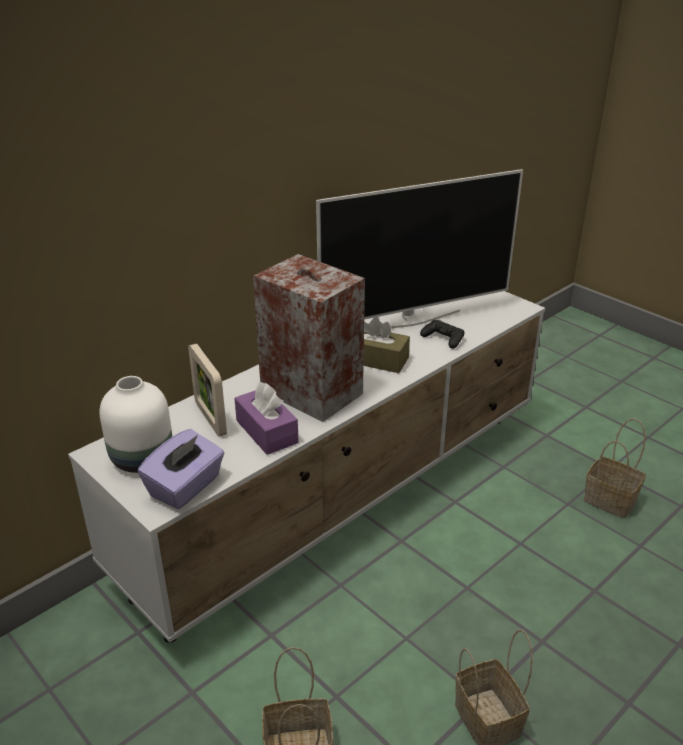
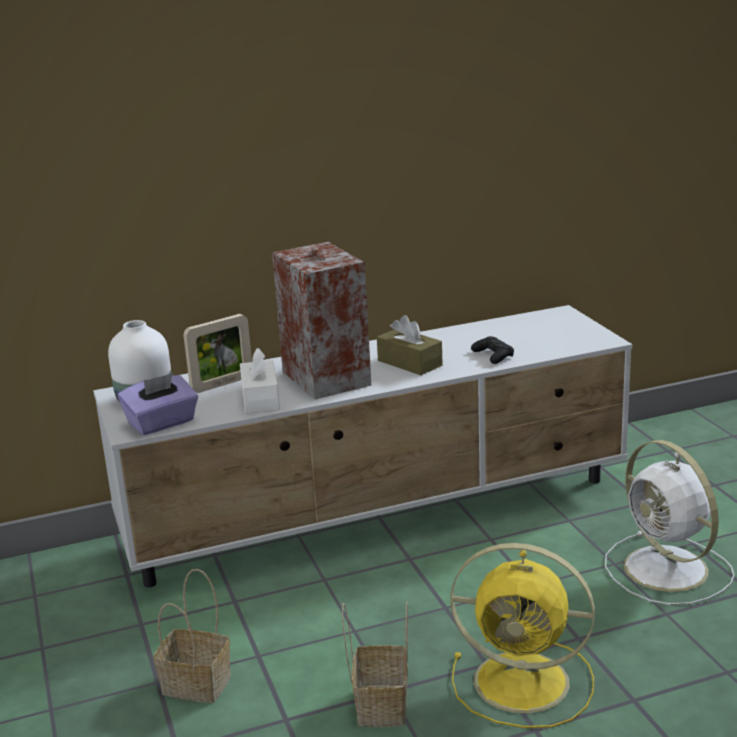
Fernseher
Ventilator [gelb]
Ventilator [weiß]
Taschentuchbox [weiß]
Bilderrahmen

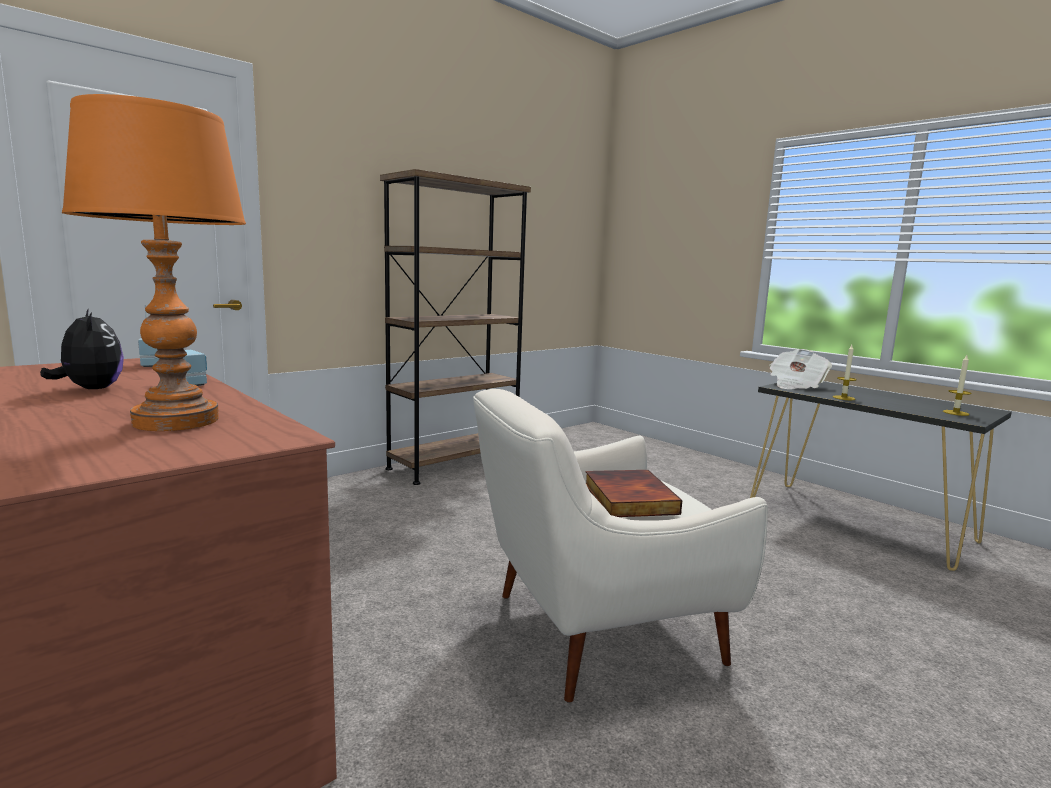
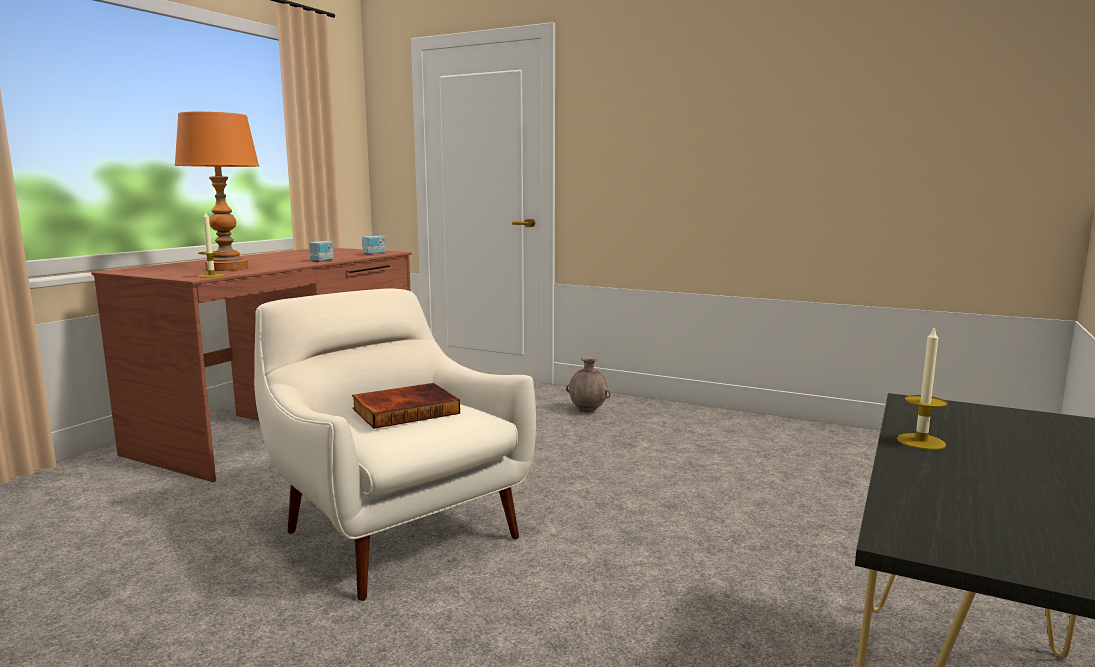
Plüschtier
Bücherregal [braun]
Zeitung
Vase [braun]
Kerze (1st from left)

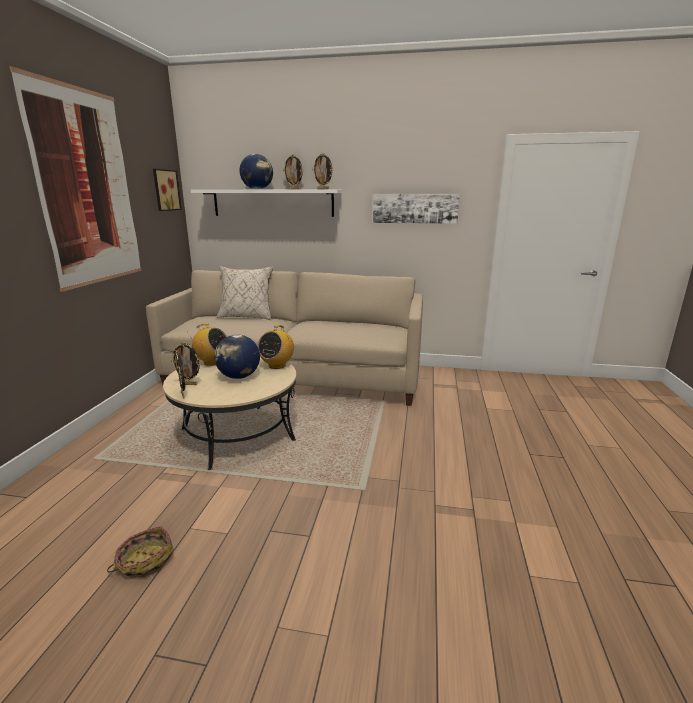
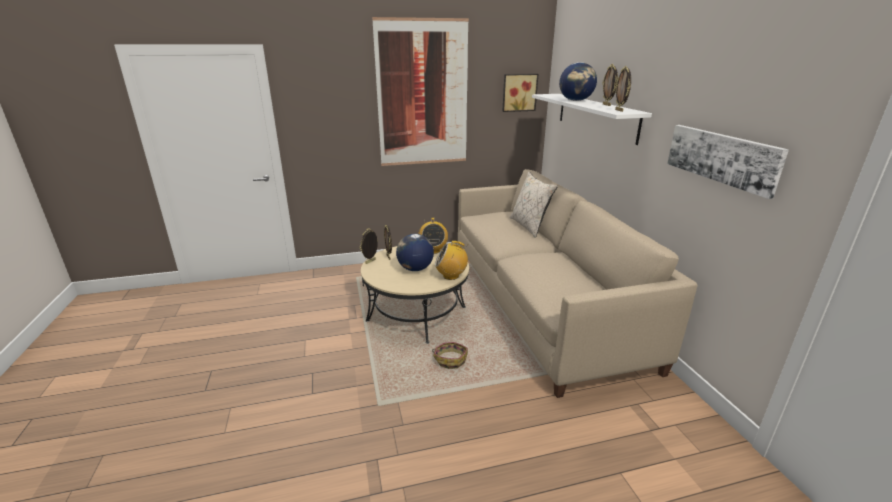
Korb

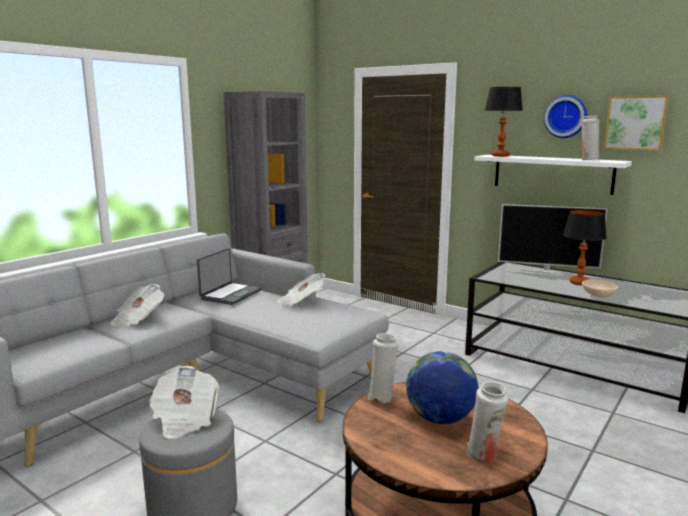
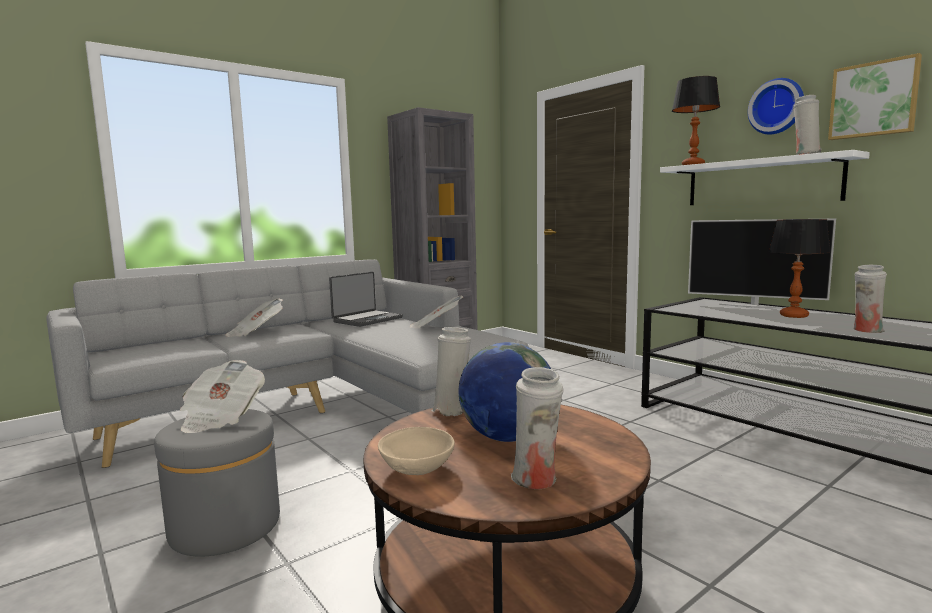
Vase [weiß] (4th from left)
Schüssel [beige]

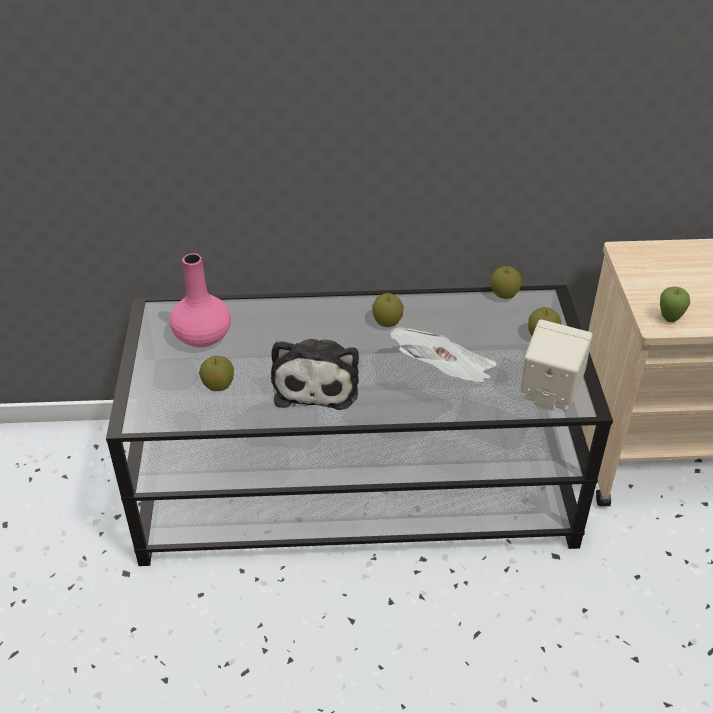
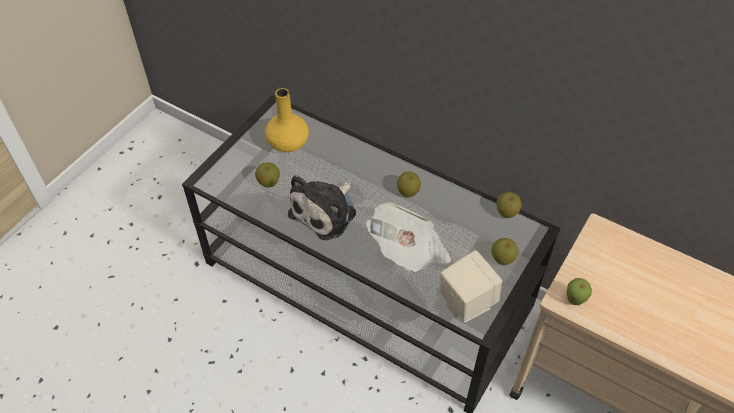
Vase [gelb]

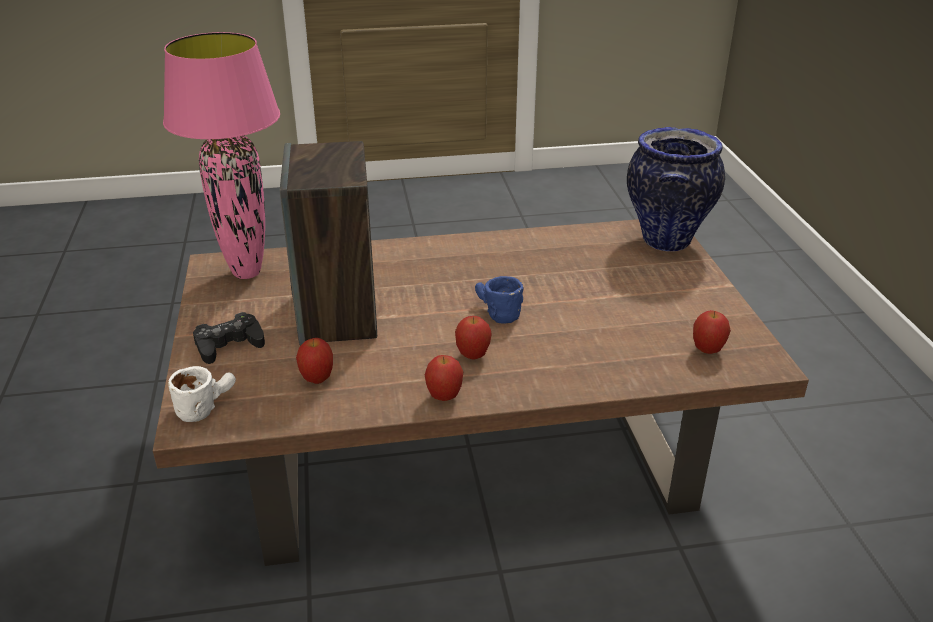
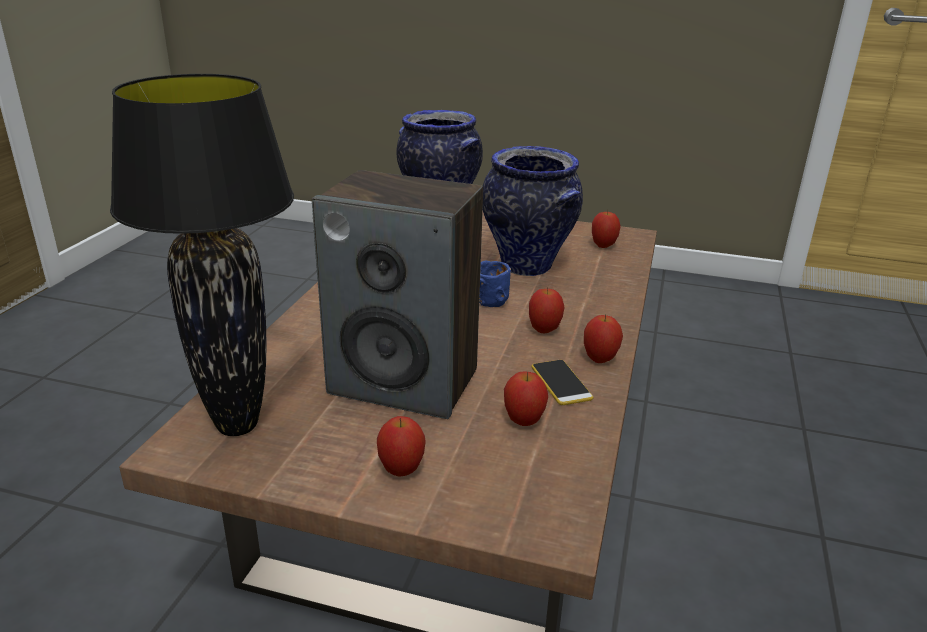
Henkelbecher [weiß]
Vase (2nd from left)
Handy
Apfel (1st from left)
Tischlampe [schwarz]

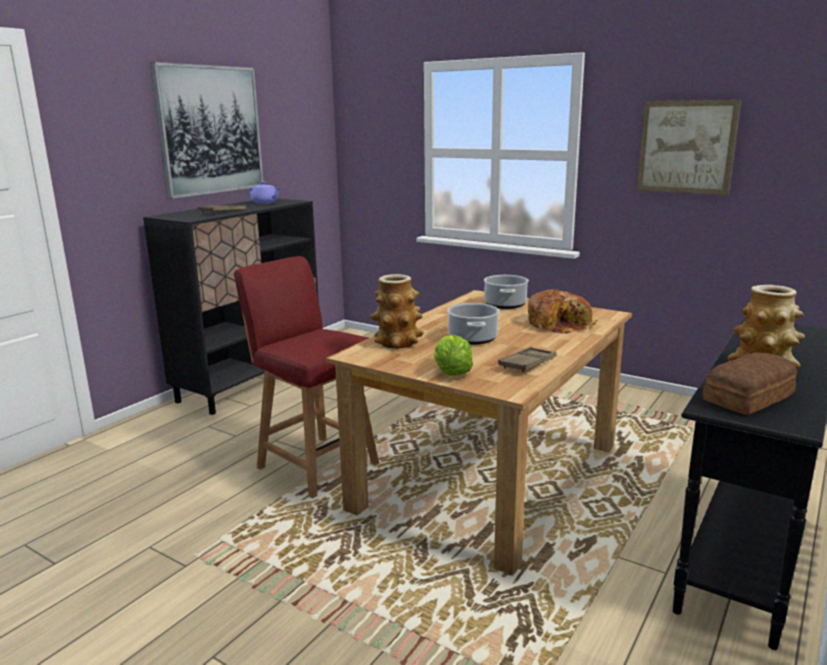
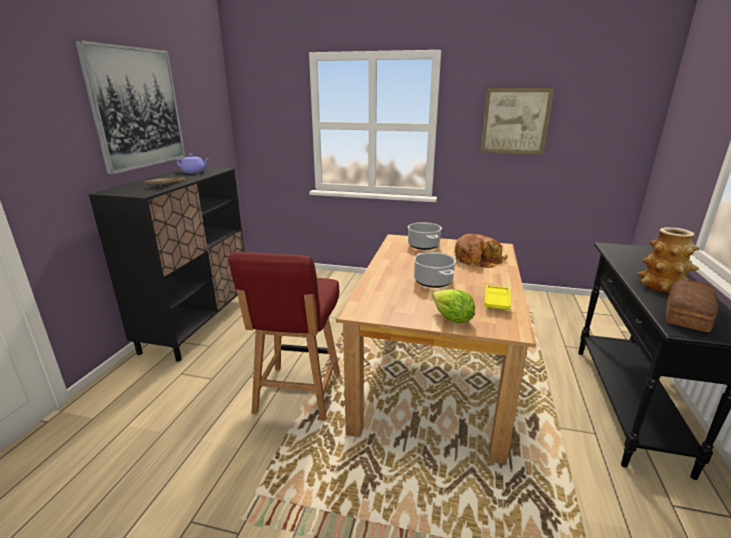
Vase (1st from left in the first image)
Tablett [gelb]
Stuhl [rot]

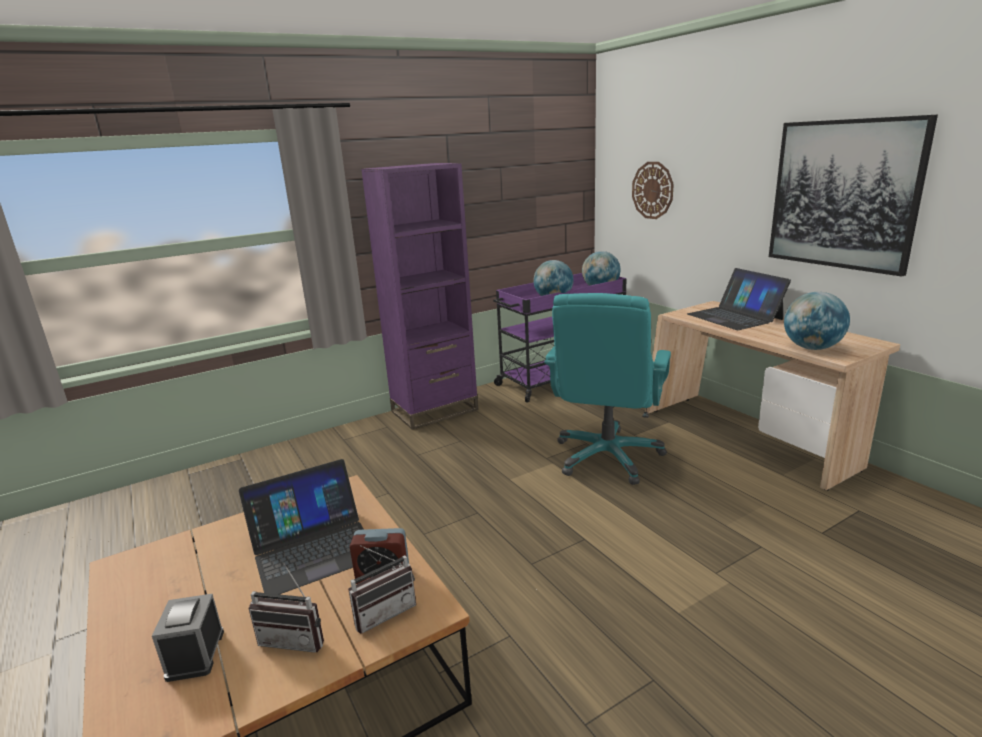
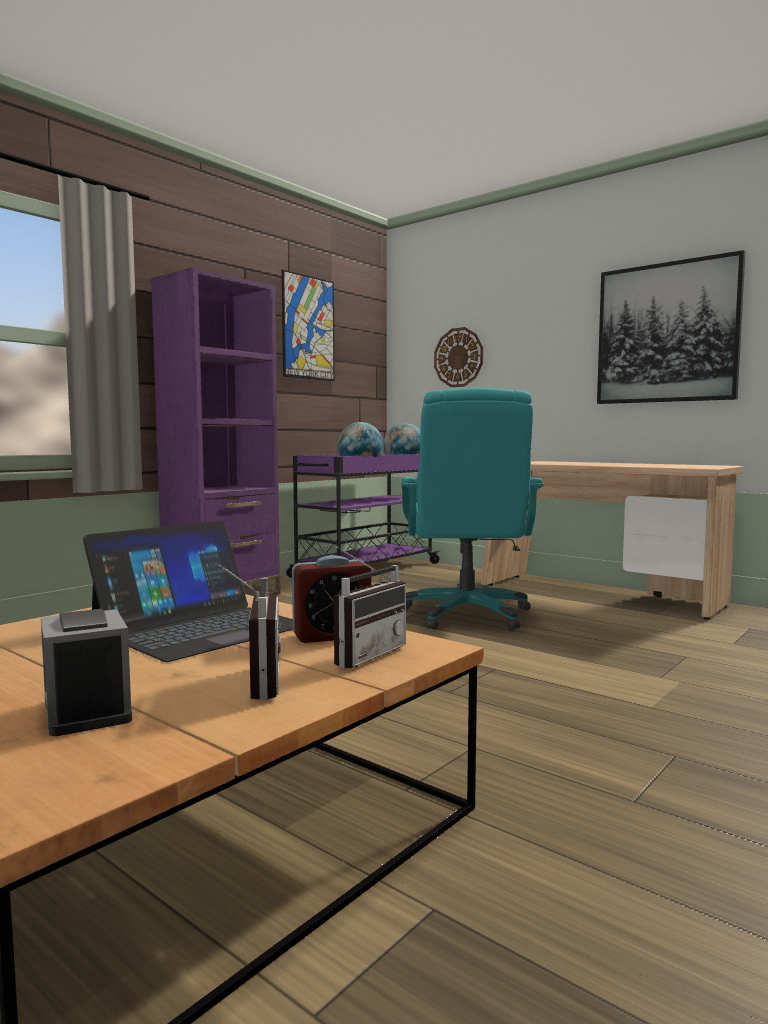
Laptop (2nd from left in the first image)
Globus (3rd from left in the first image)
Bild (1st from left)
Radio (1st from left)

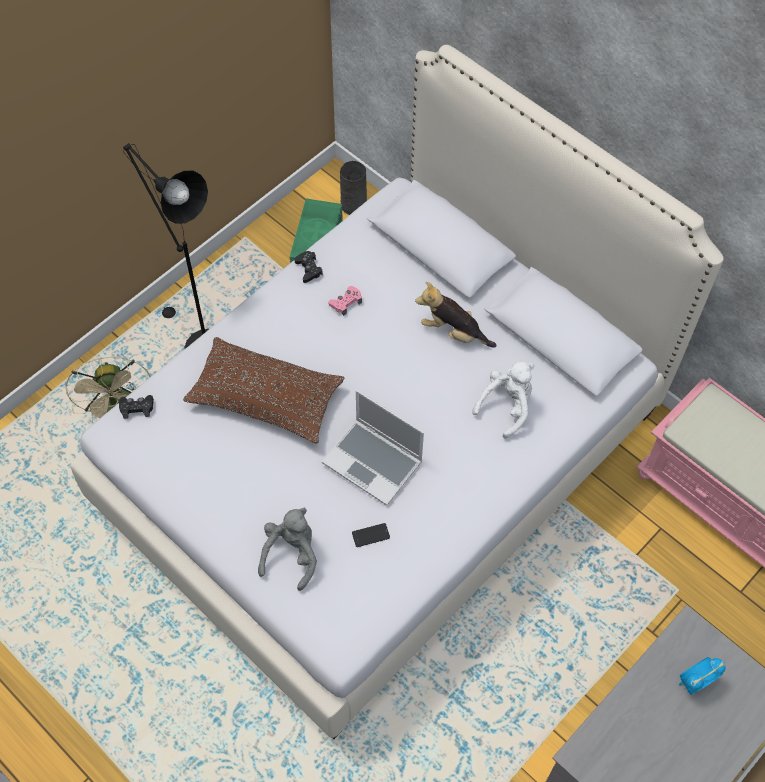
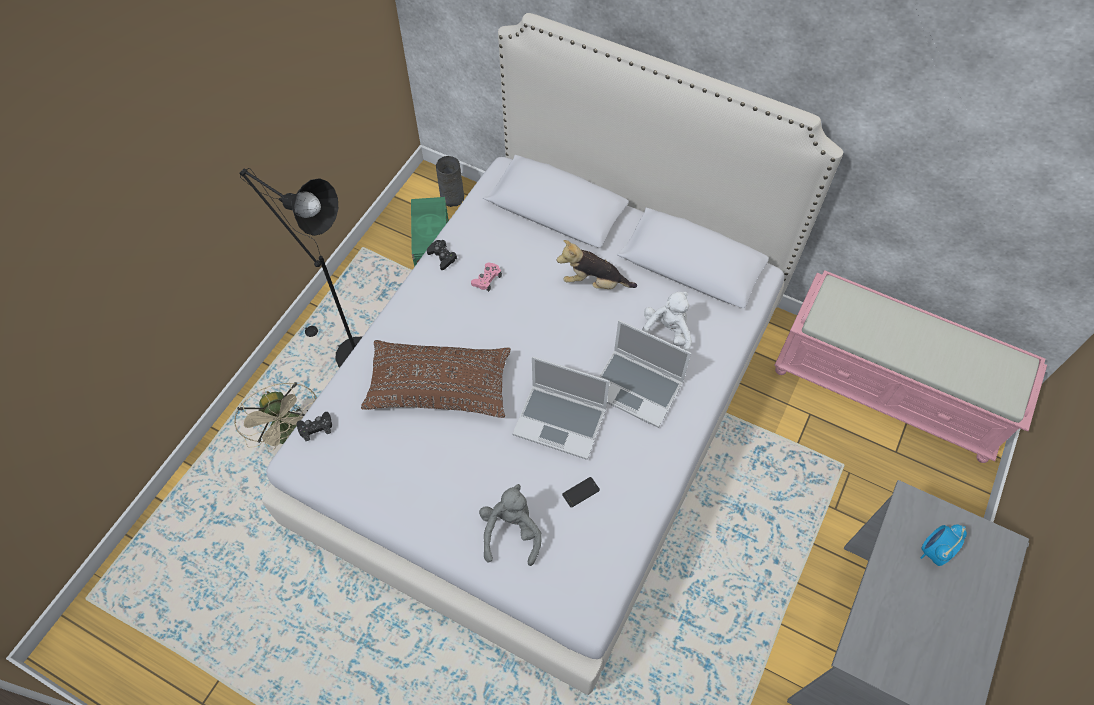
Laptop (2nd from left)

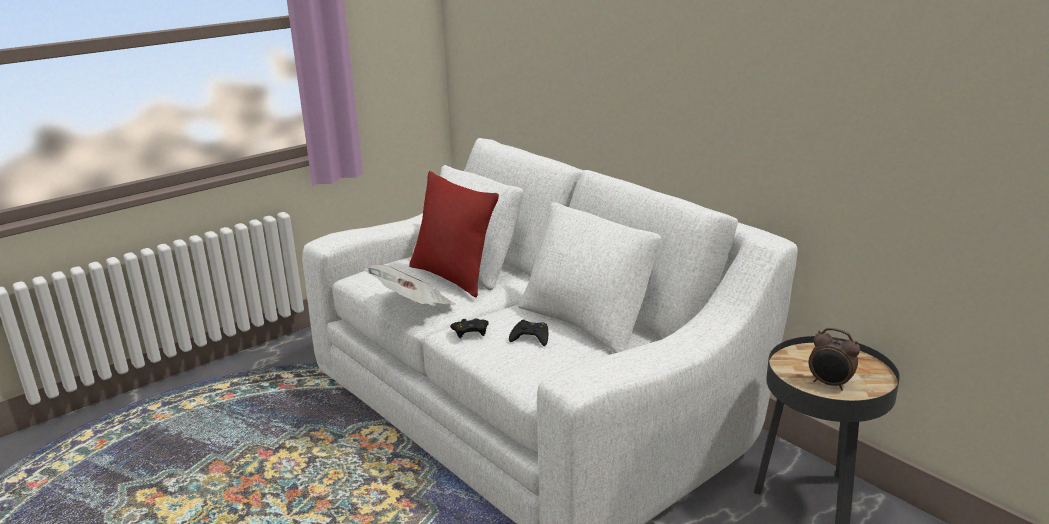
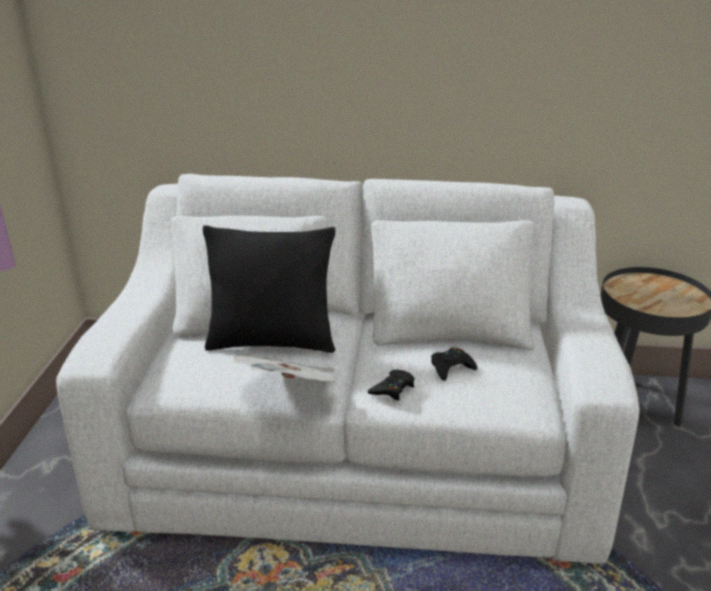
Wecker
Kissen [schwarz]

